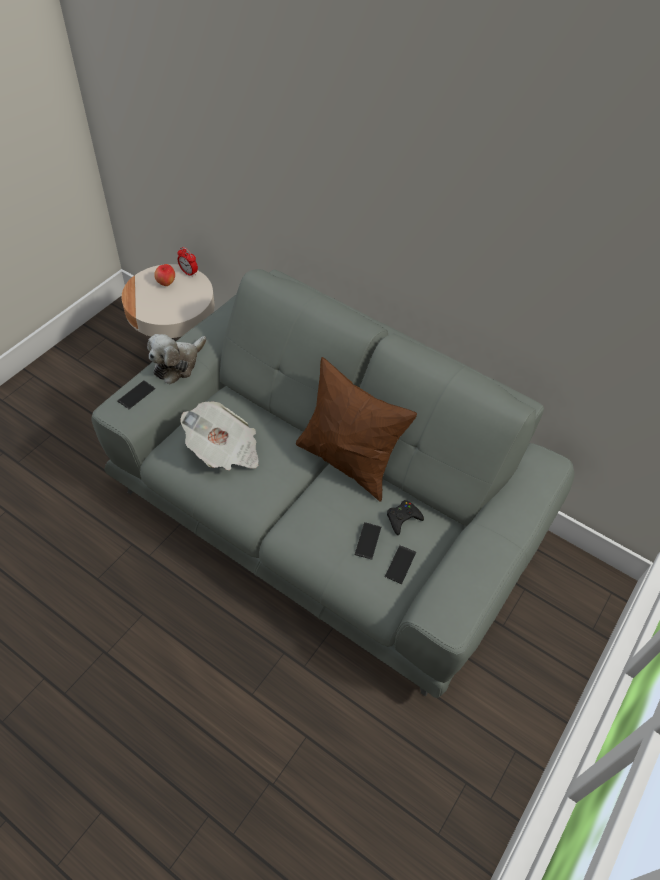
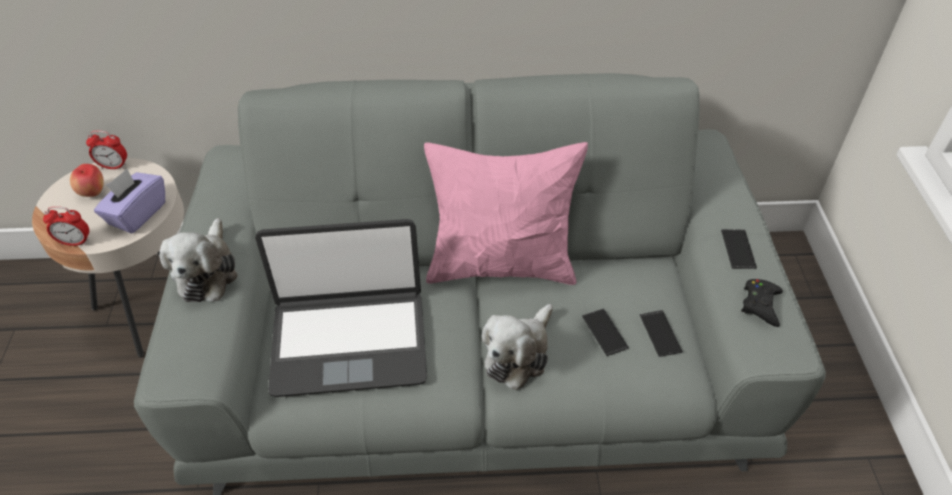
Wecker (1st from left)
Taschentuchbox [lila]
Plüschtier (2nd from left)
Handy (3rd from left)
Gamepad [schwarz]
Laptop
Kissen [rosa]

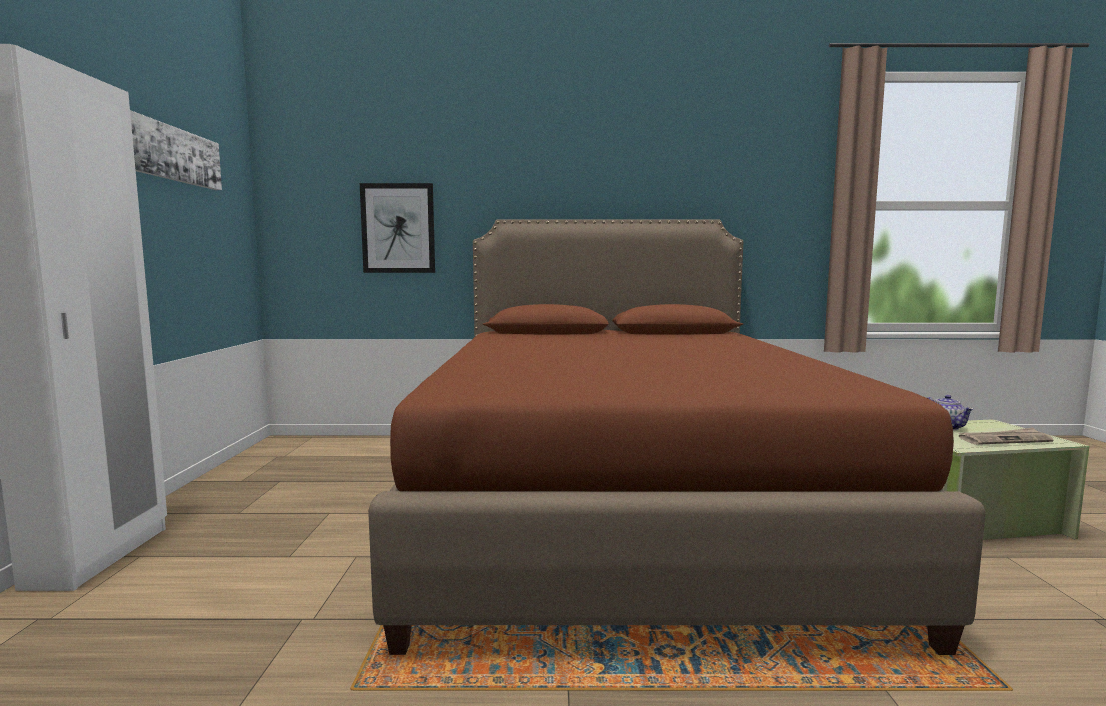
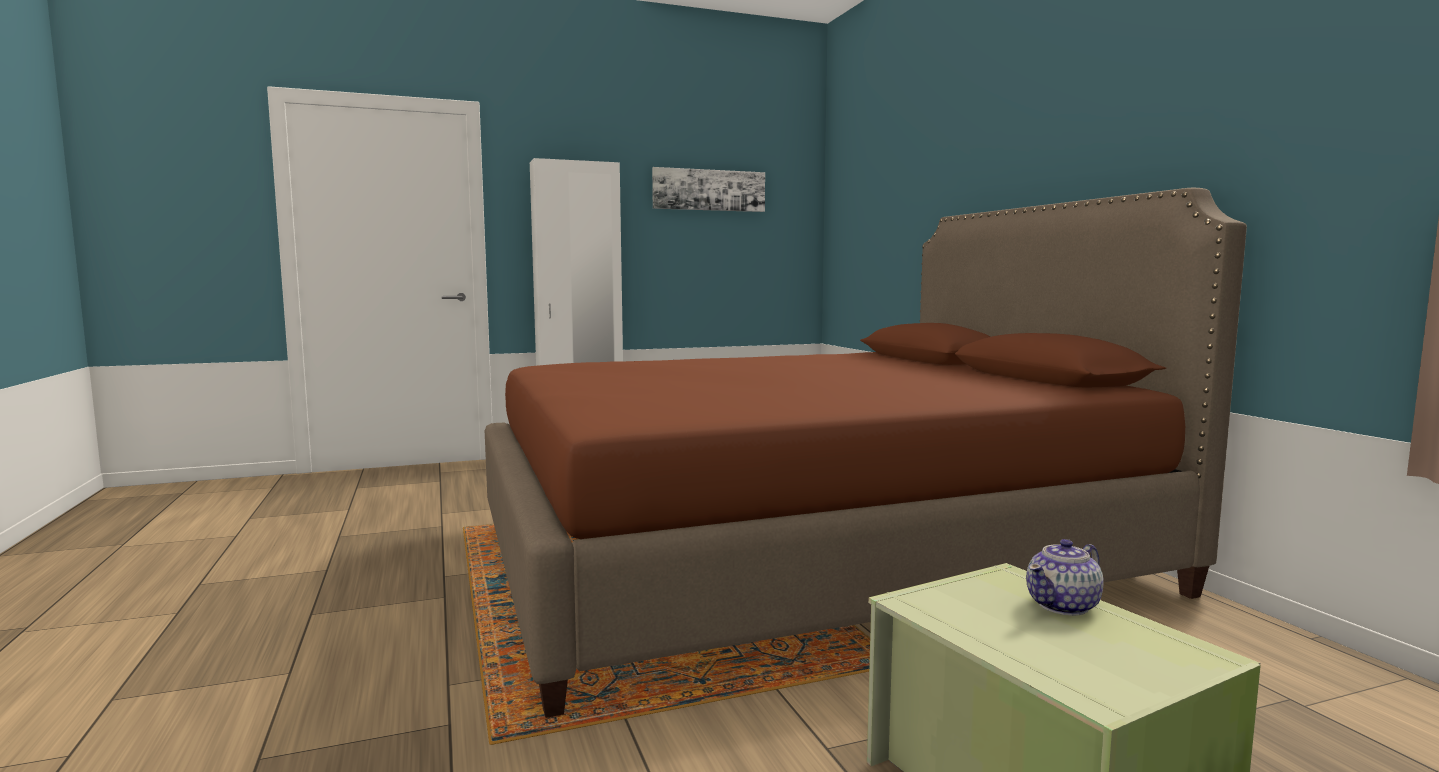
Bild (2nd from left in the first image)
Zeitung

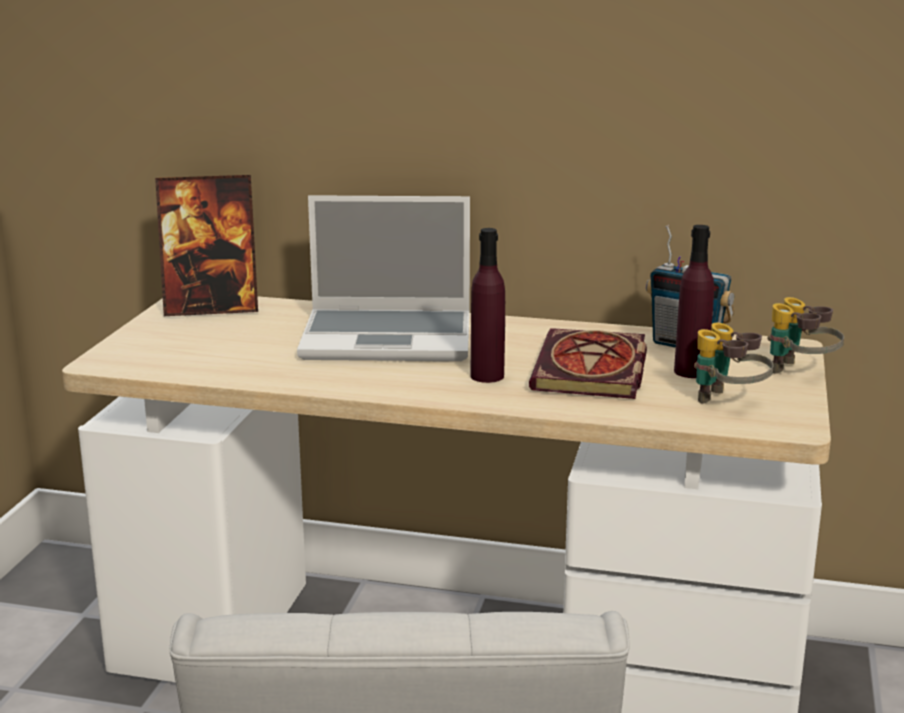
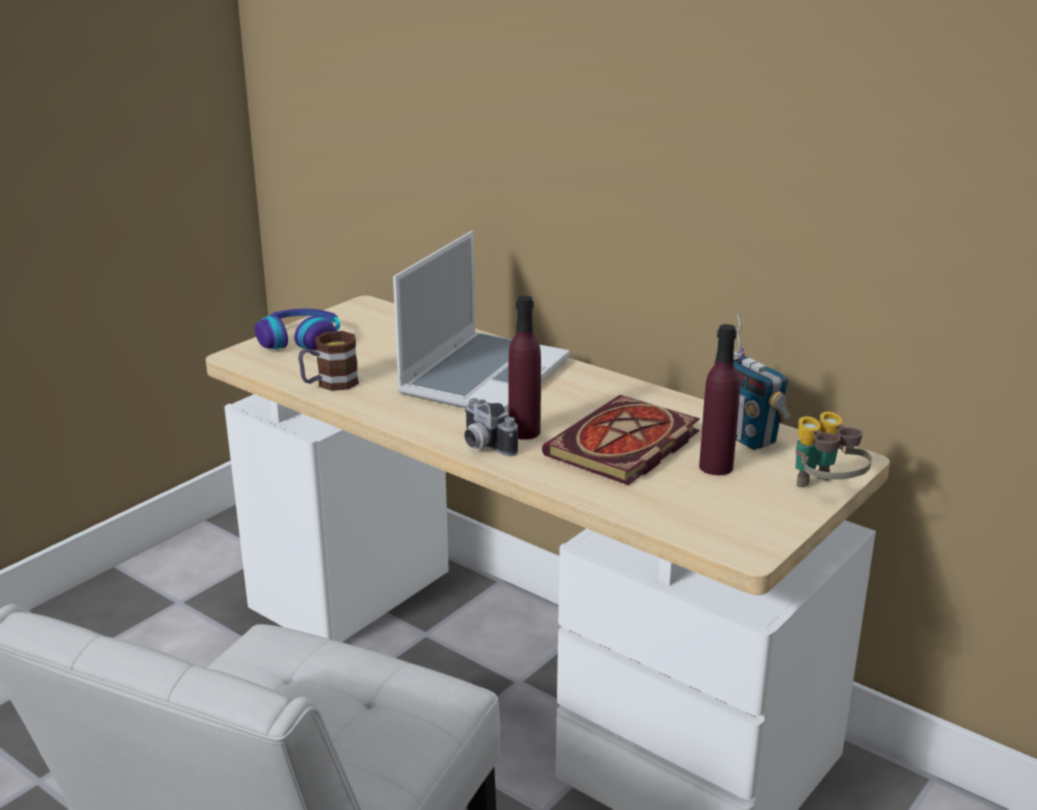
Bilderrahmen
Fernglas (1st from left in the first image)
Kopfhörer
Henkelbecher
Kamera
Laptop

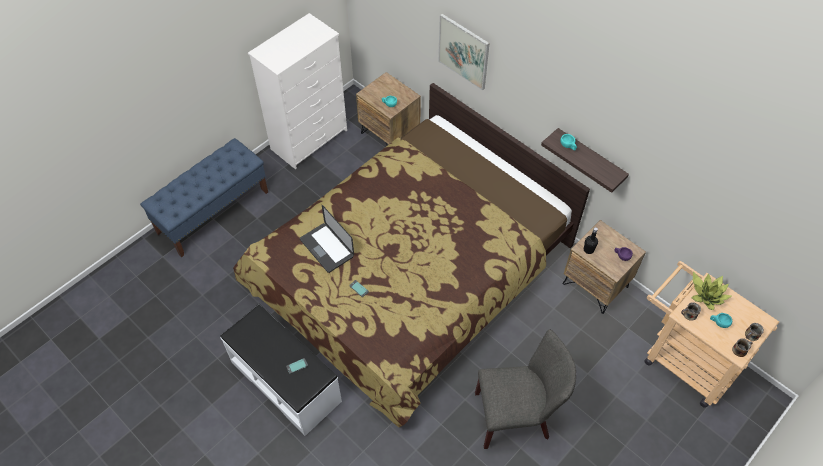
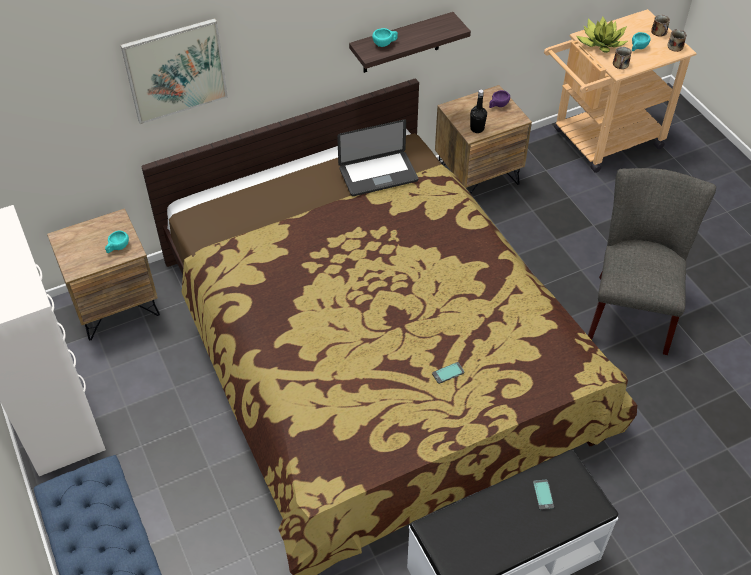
Laptop

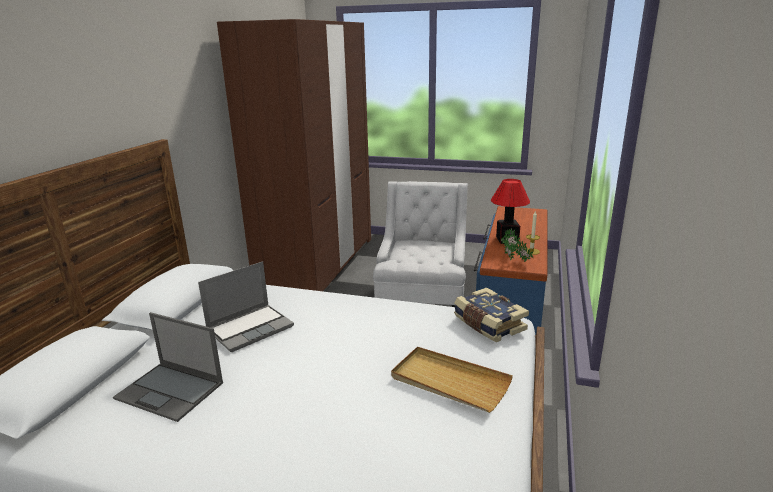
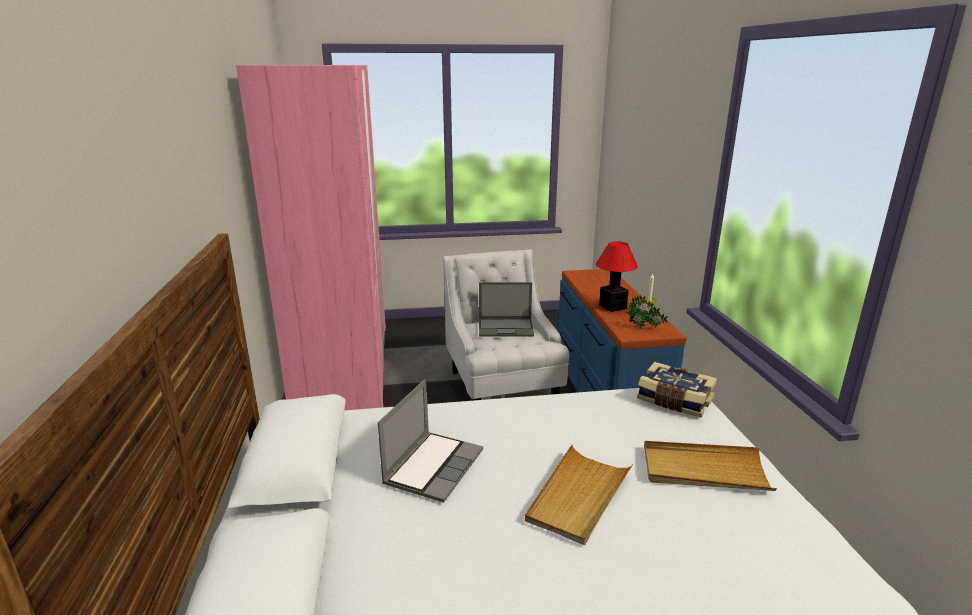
Tablett [beige] (1st from left)
Laptop (2nd from left)
Kleiderschrank [rosa]

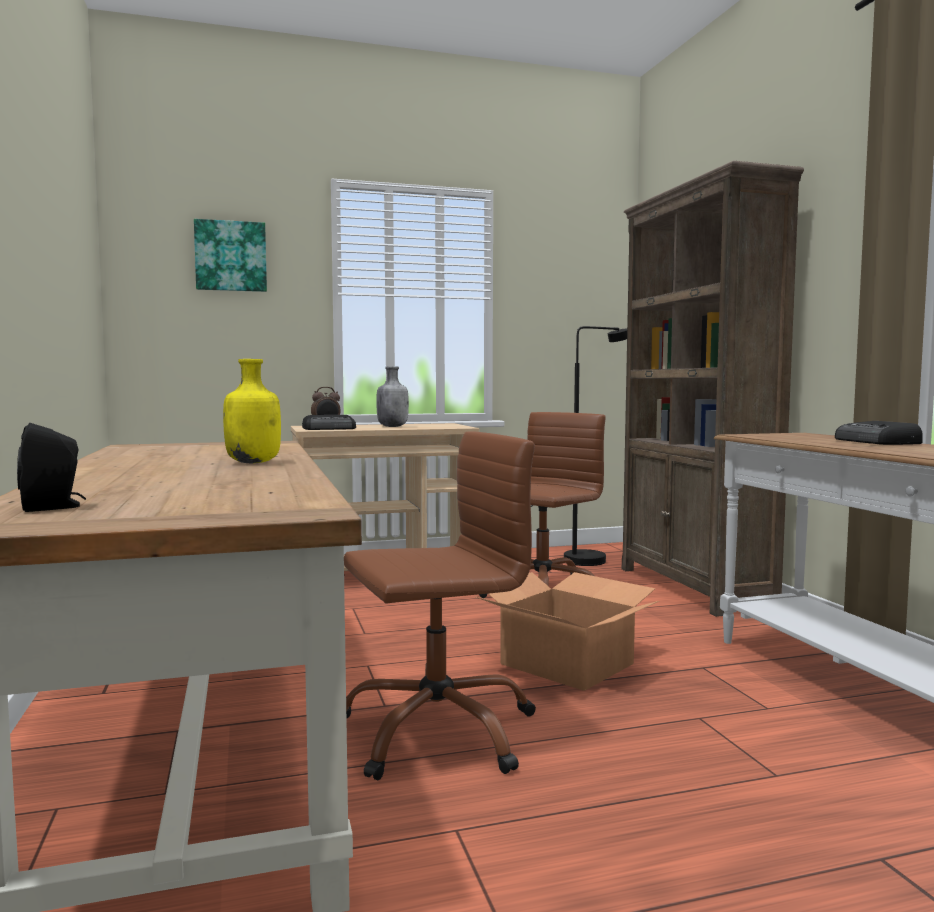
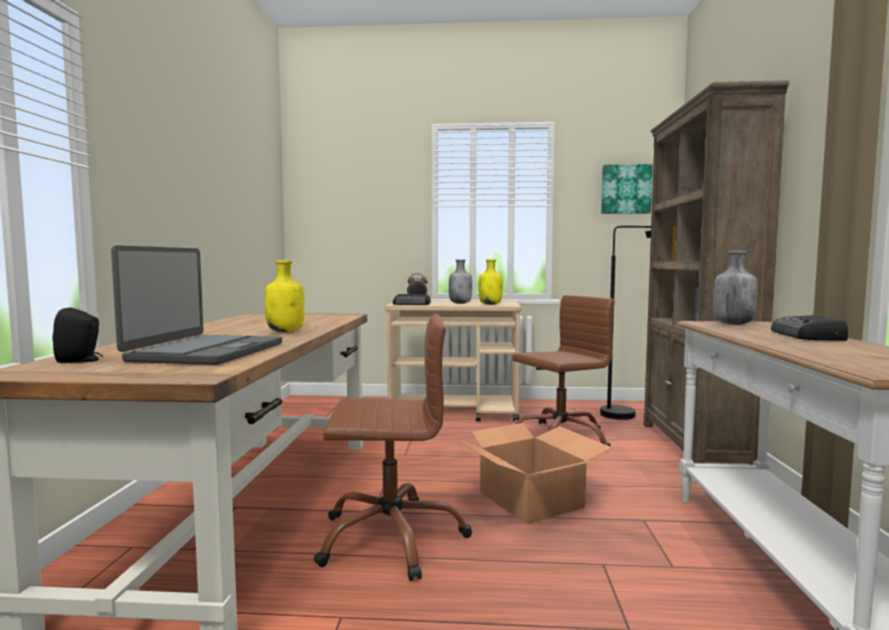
Laptop
Flasche [gelb] (2nd from left)
Flasche [grau] (2nd from left)
Bild

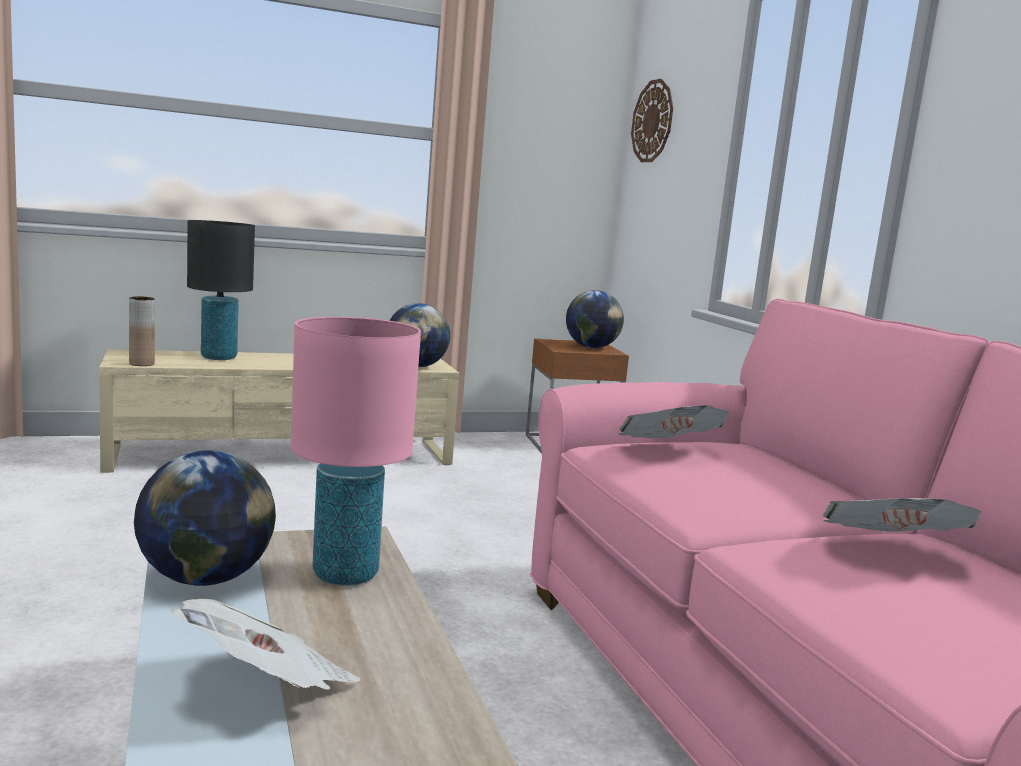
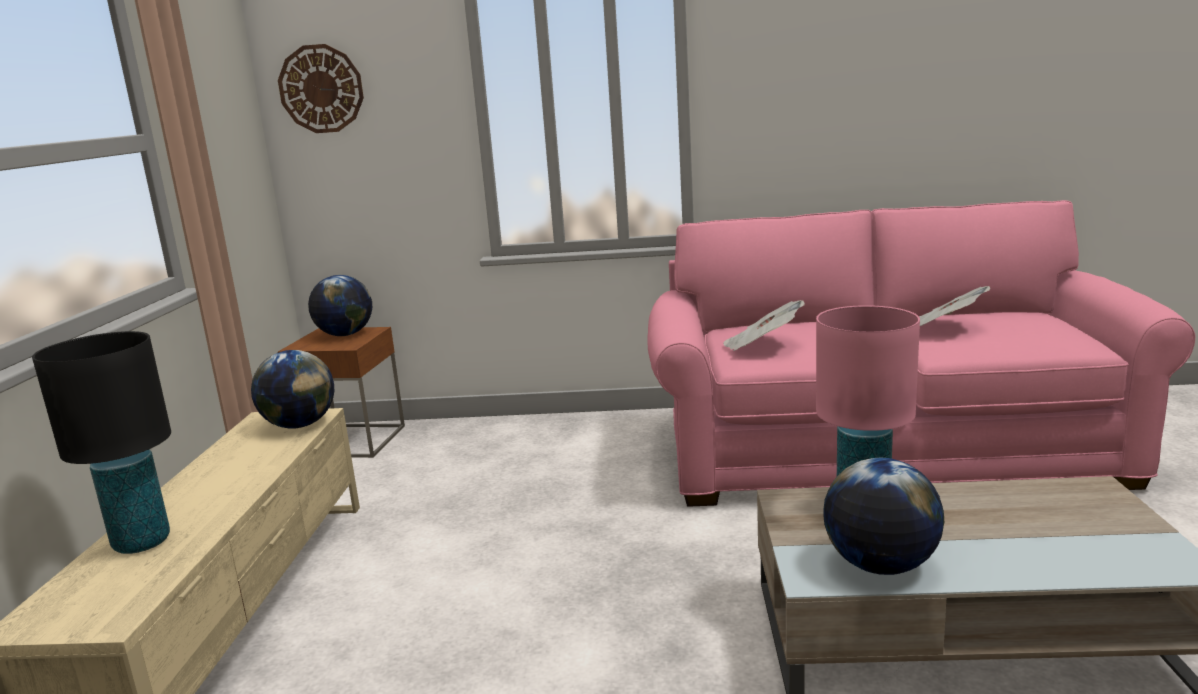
Vase [braun]
Zeitung (1st from left in the first image)

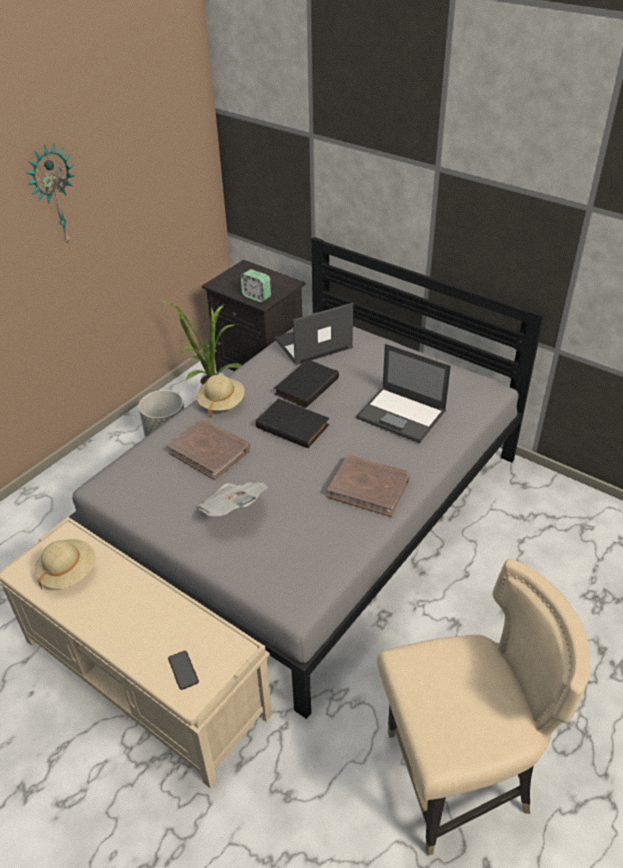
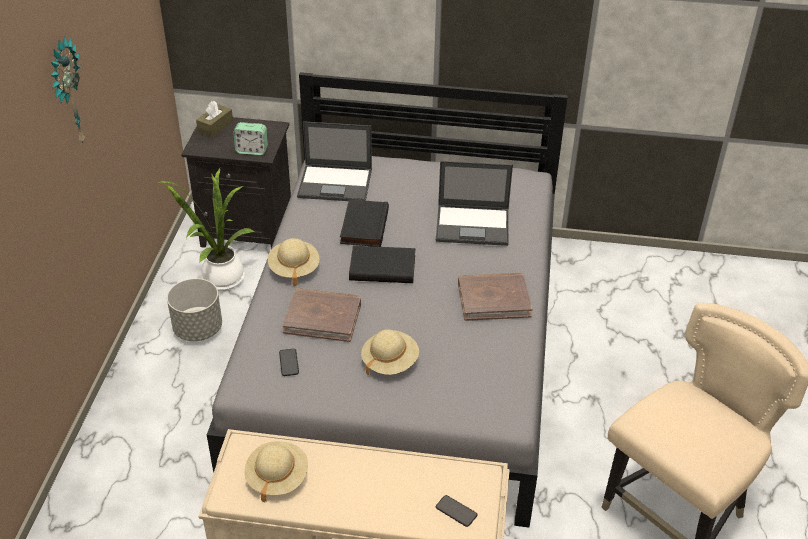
Taschentuchbox [braun]
Handy (1st from left)
Hut [beige] (3rd from left)
Laptop (1st from left)

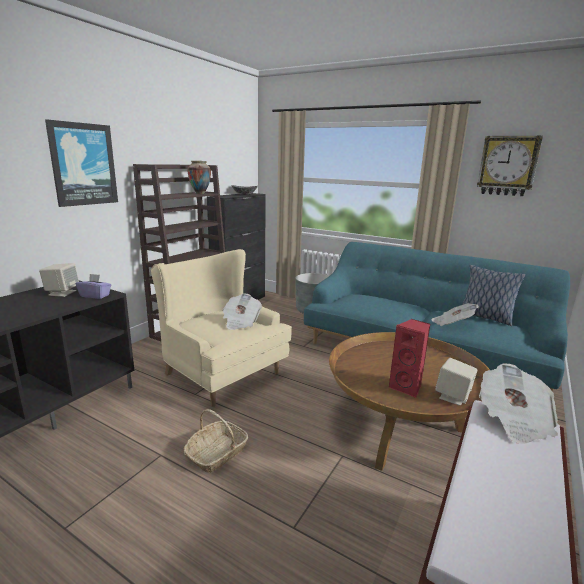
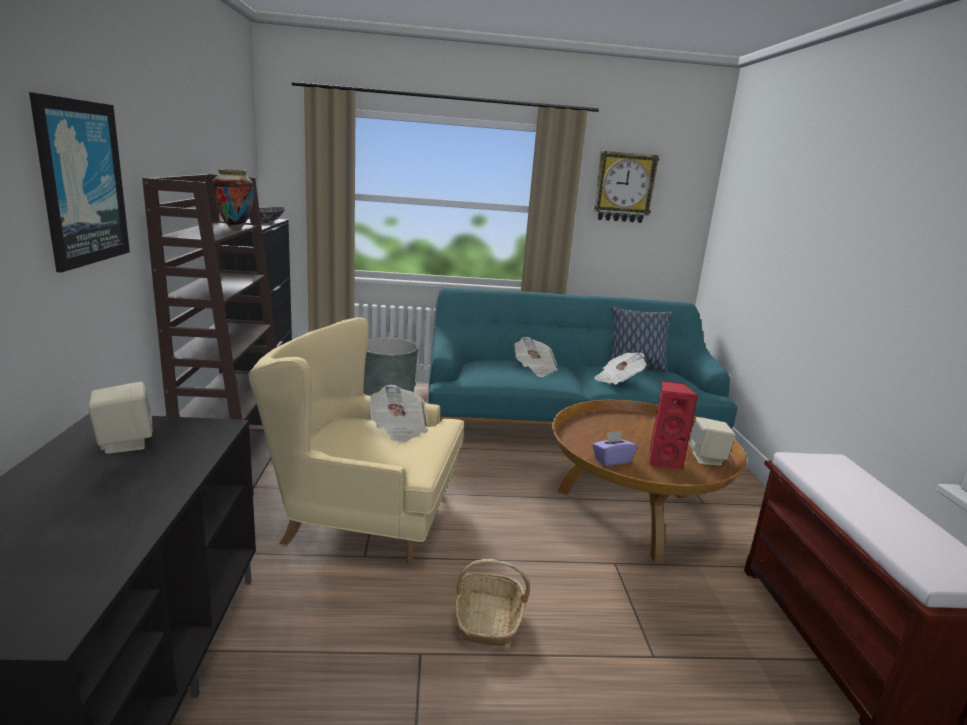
Taschentuchbox [lila]
Zeitung (2nd from left)

